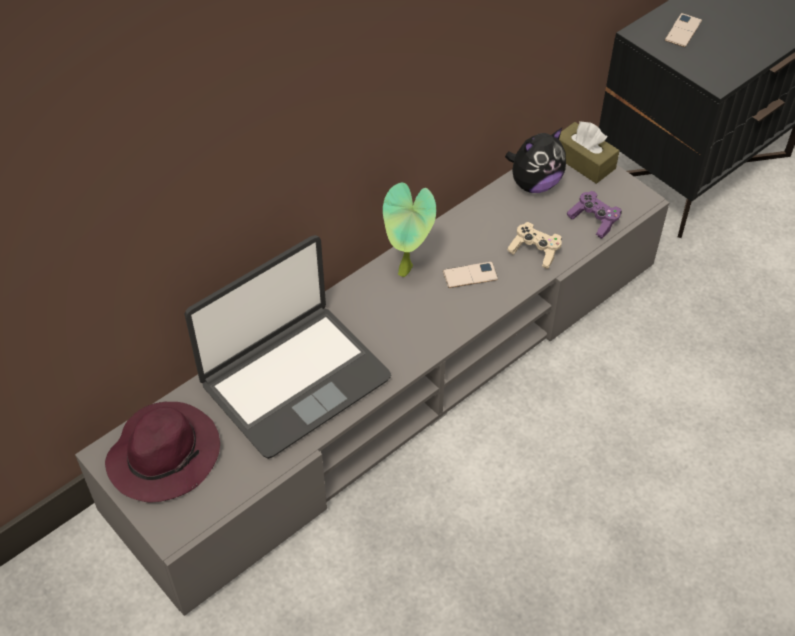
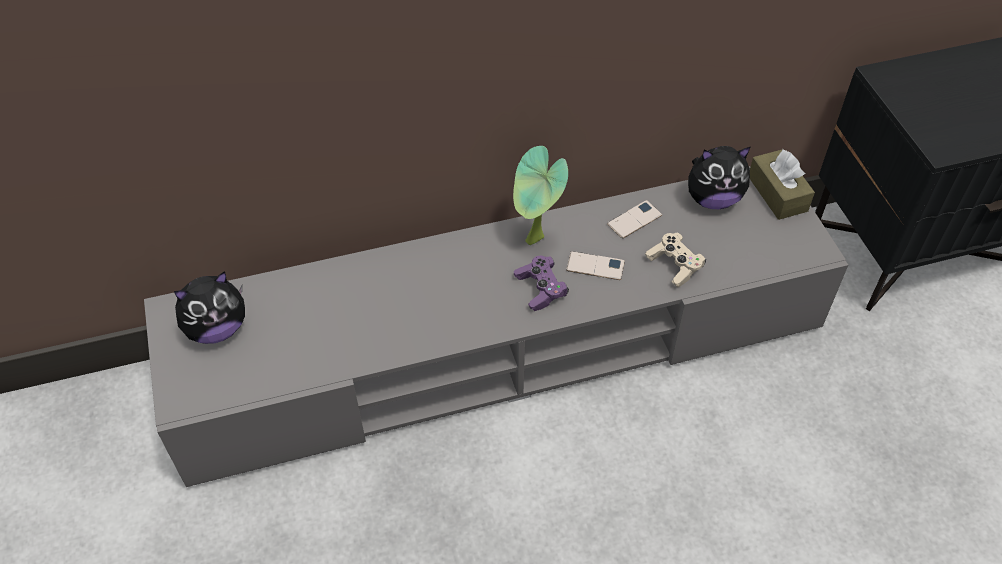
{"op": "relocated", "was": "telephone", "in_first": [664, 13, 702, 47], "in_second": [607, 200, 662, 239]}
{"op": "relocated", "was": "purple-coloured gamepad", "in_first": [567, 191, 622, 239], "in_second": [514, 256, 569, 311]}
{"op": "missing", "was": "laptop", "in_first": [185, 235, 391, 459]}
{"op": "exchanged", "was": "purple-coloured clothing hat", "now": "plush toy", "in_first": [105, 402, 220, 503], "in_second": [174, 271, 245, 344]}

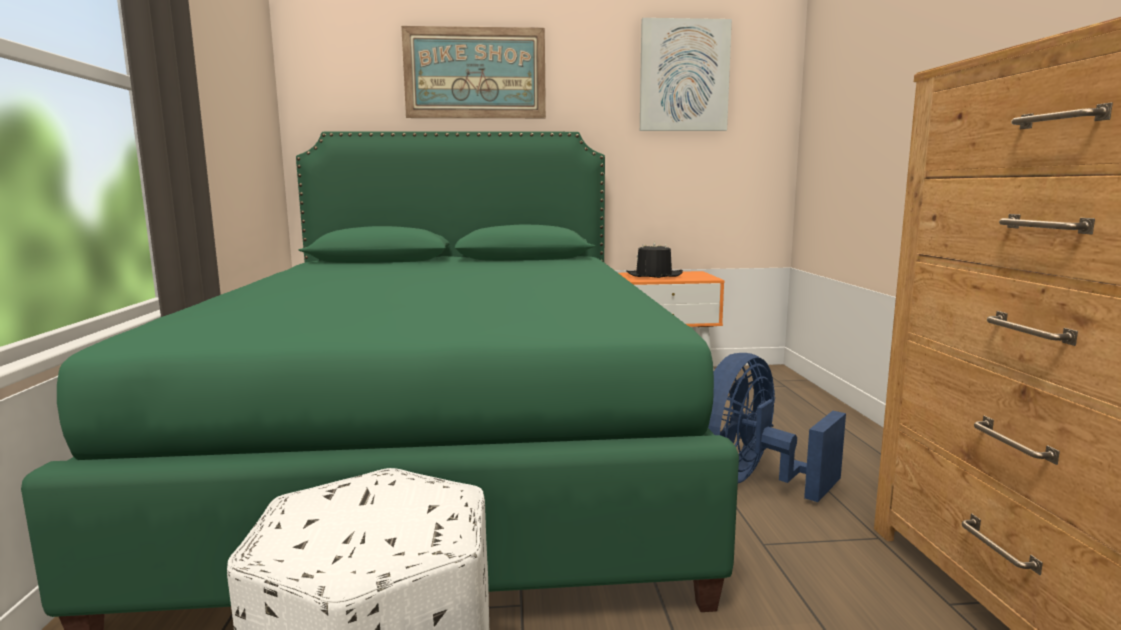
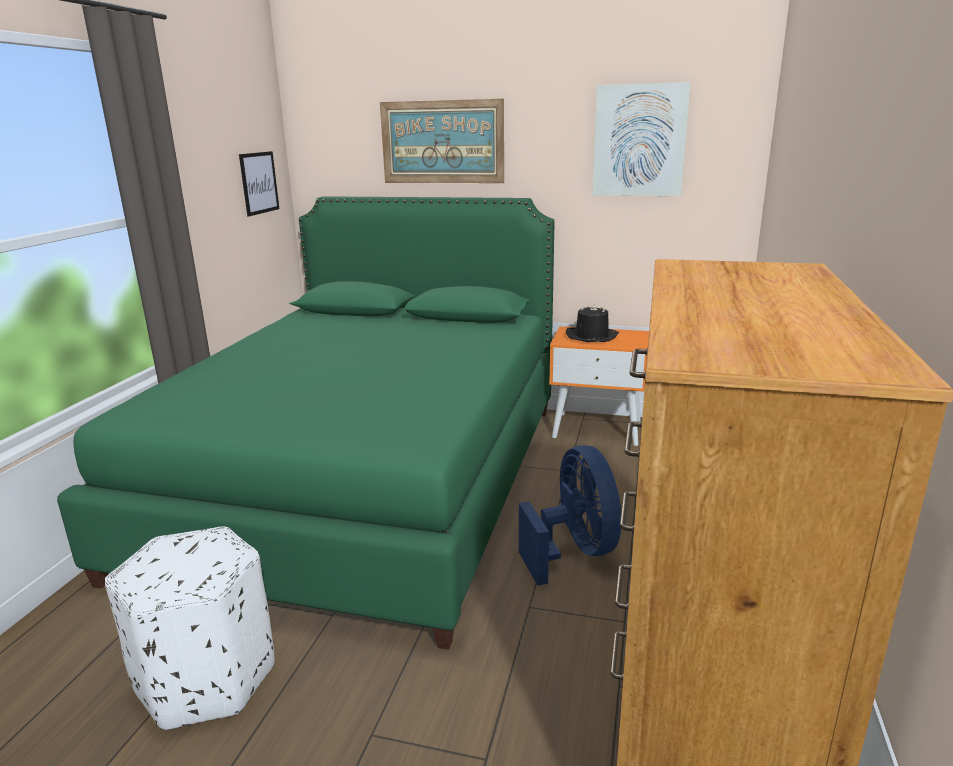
{"op": "spun", "was": "blue electric fan", "in_first": [708, 353, 846, 502], "in_second": [519, 445, 621, 586], "clockwise": 105}
{"op": "appeared", "now": "wall picture", "in_second": [239, 151, 279, 216]}

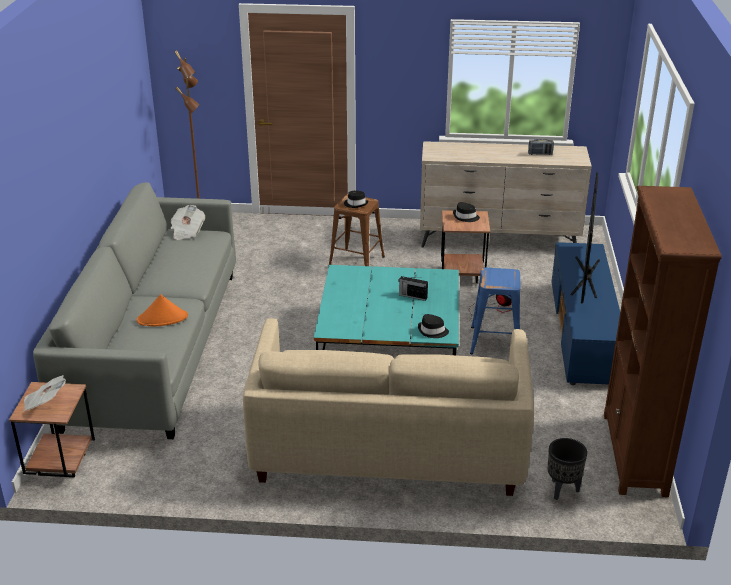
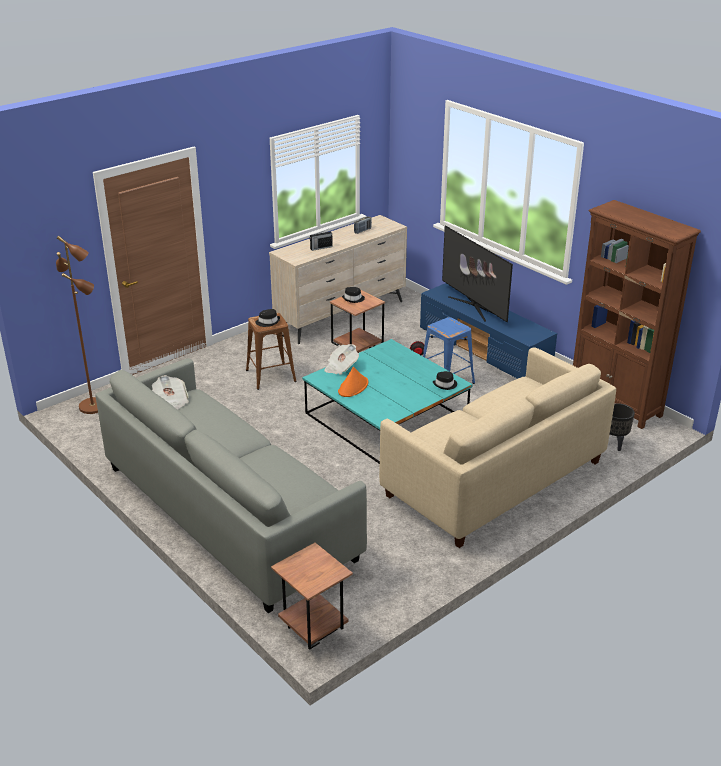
{"op": "relocated", "was": "radio", "in_first": [398, 276, 428, 301], "in_second": [310, 231, 333, 251]}
{"op": "relocated", "was": "orangey clothing hat", "in_first": [137, 294, 188, 326], "in_second": [338, 367, 368, 397]}
{"op": "relocated", "was": "daily paper", "in_first": [23, 375, 66, 412], "in_second": [324, 344, 359, 375]}

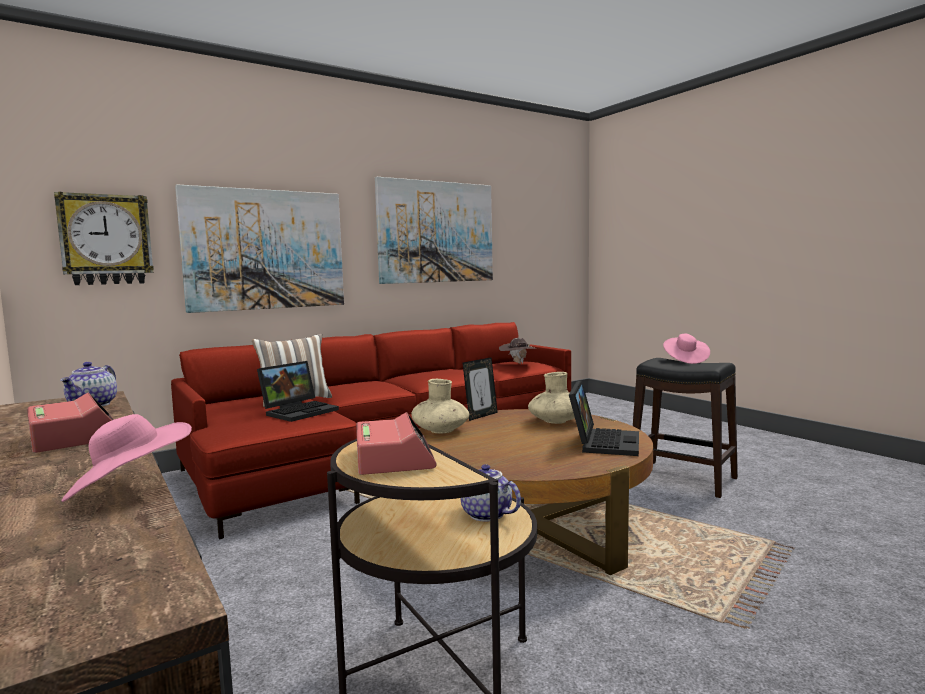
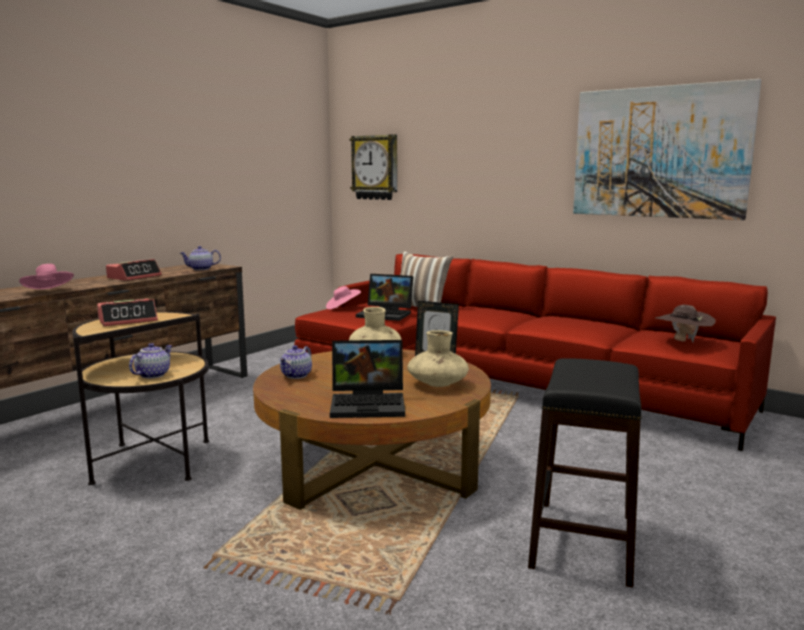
{"op": "missing", "was": "wall picture", "in_first": [175, 184, 344, 313]}
{"op": "relocated", "was": "pinkish clothing hat", "in_first": [663, 334, 710, 364], "in_second": [326, 286, 361, 309]}
{"op": "appeared", "now": "tea pot", "in_second": [279, 345, 312, 379]}

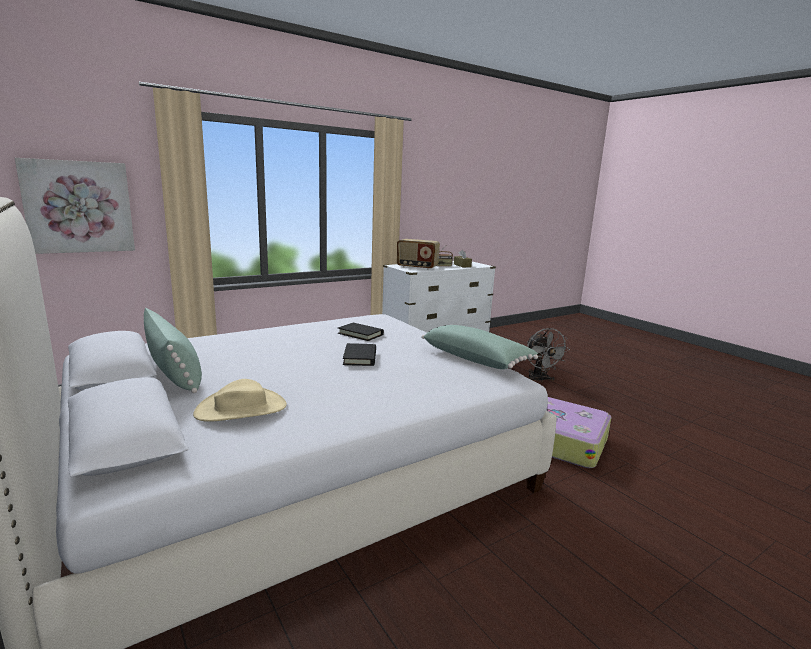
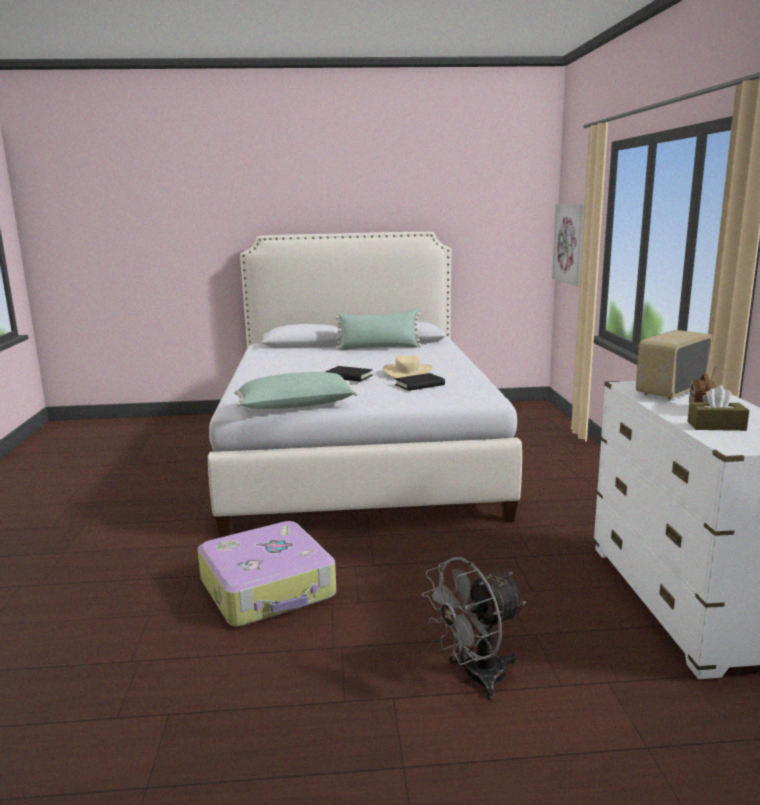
{"op": "spun", "was": "greyish electric fan", "in_first": [527, 328, 570, 382], "in_second": [422, 557, 526, 700], "clockwise": -45}
{"op": "relocated", "was": "beige-coloured clothing hat", "in_first": [193, 379, 287, 422], "in_second": [383, 355, 432, 378]}

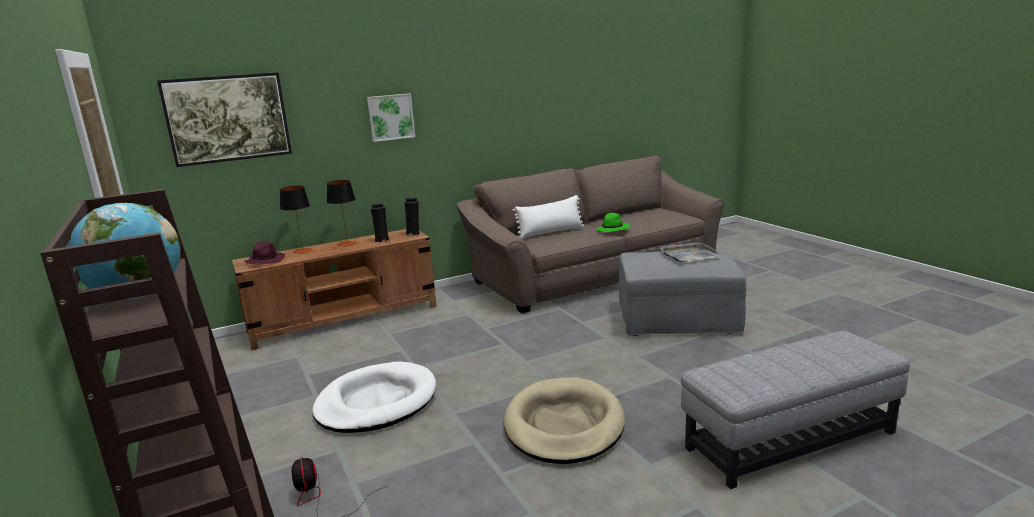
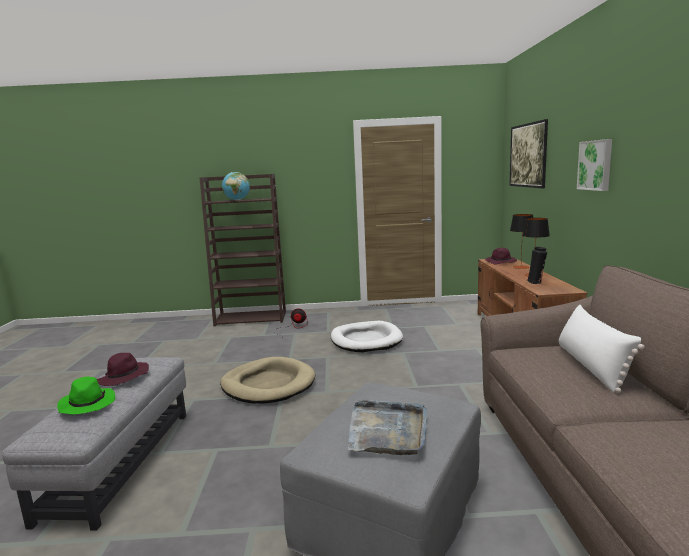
{"op": "missing", "was": "black-coloured flower vase", "in_first": [404, 198, 420, 235]}
{"op": "relocated", "was": "green-coloured clothing hat", "in_first": [596, 213, 630, 232], "in_second": [57, 376, 115, 414]}
{"op": "appeared", "now": "purple-coloured clothing hat", "in_second": [97, 353, 149, 386]}

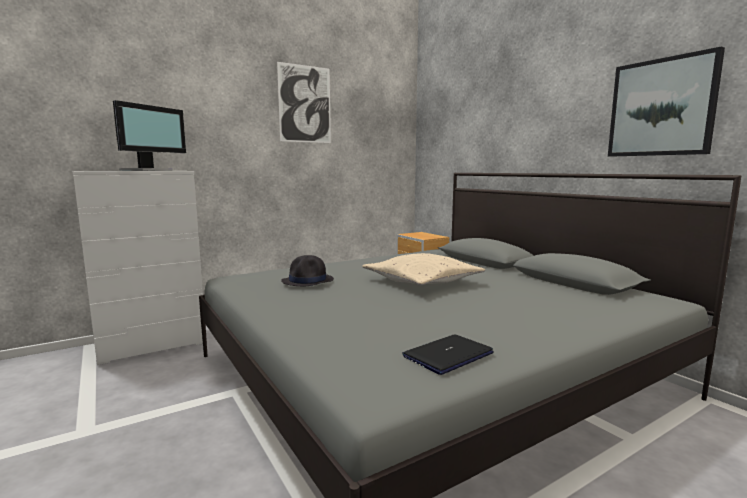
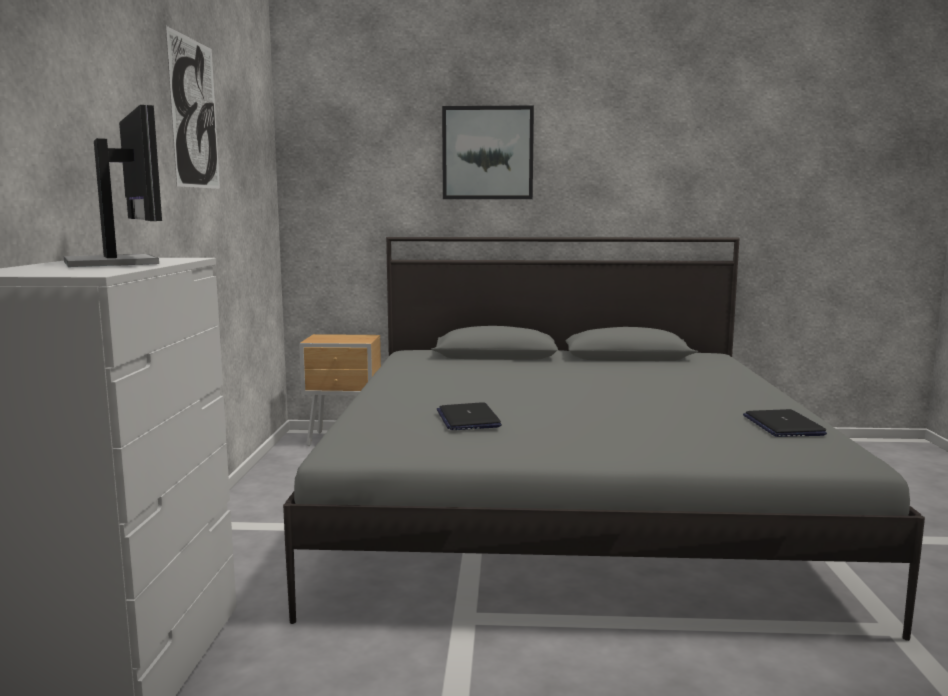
{"op": "relocated", "was": "wall picture", "in_first": [608, 46, 725, 157], "in_second": [442, 105, 534, 199]}
{"op": "missing", "was": "beige-coloured cushion", "in_first": [362, 253, 485, 285]}
{"op": "exchanged", "was": "black-coloured clothing hat", "now": "laptop", "in_first": [281, 255, 334, 286], "in_second": [437, 402, 502, 430]}

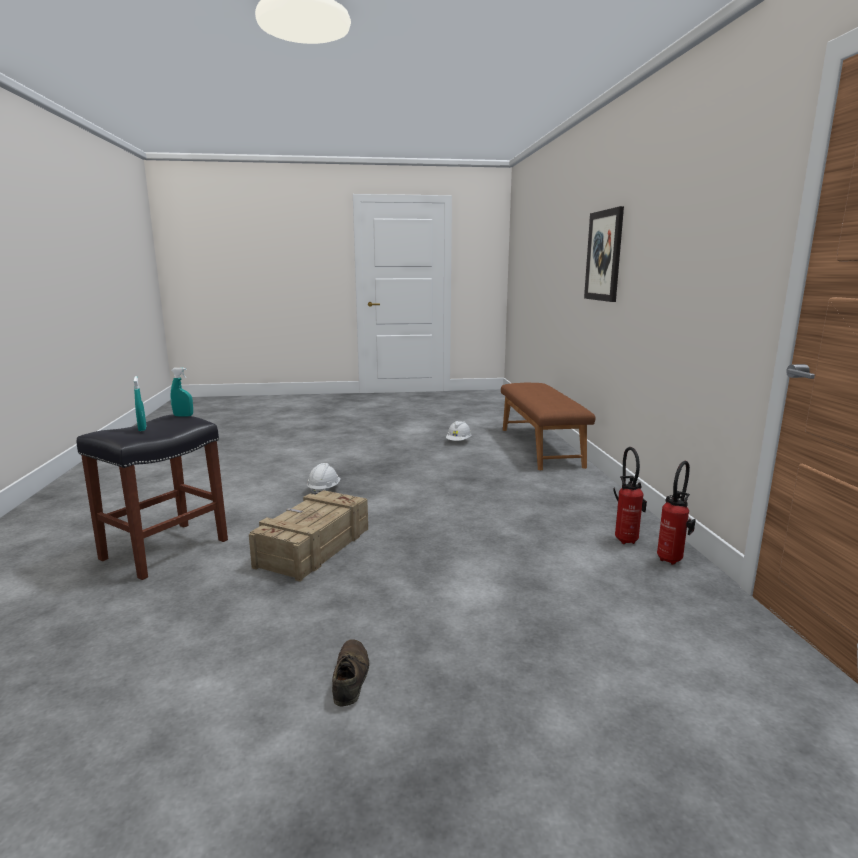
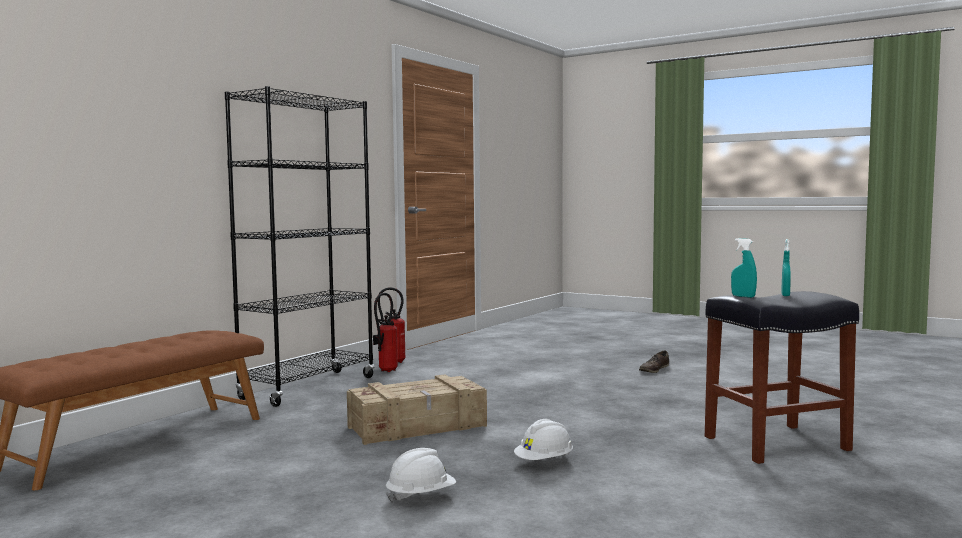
{"op": "missing", "was": "wall picture", "in_first": [584, 206, 624, 302]}
{"op": "relocated", "was": "whitish hard hat", "in_first": [446, 421, 472, 441], "in_second": [386, 448, 456, 503]}
{"op": "relocated", "was": "crate", "in_first": [249, 490, 368, 582], "in_second": [347, 375, 487, 445]}
{"op": "appeared", "now": "black-coloured bookcase", "in_second": [225, 86, 374, 407]}

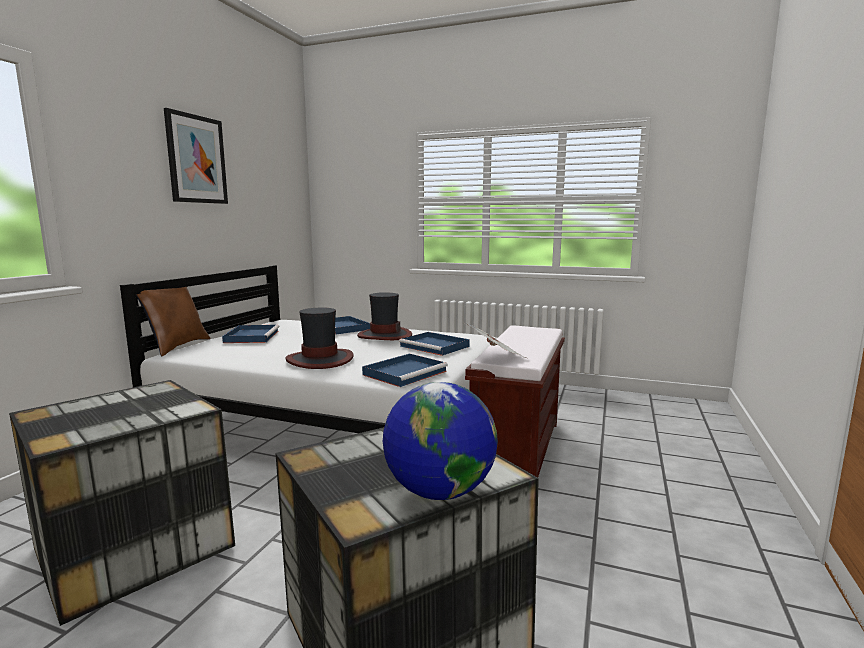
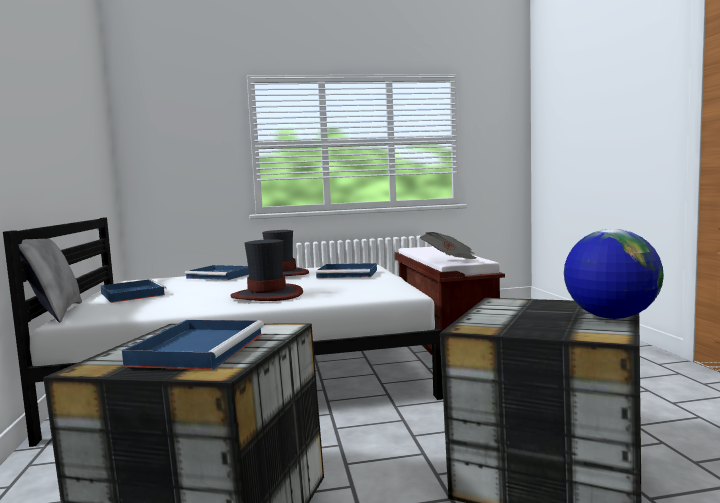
{"op": "missing", "was": "wall picture", "in_first": [164, 108, 228, 204]}
{"op": "colour", "was": "brownish cushion", "now": "greyish cushion", "in_first": [135, 287, 210, 356], "in_second": [19, 238, 82, 322]}
{"op": "relocated", "was": "blue tray", "in_first": [362, 353, 448, 387], "in_second": [122, 320, 264, 370]}

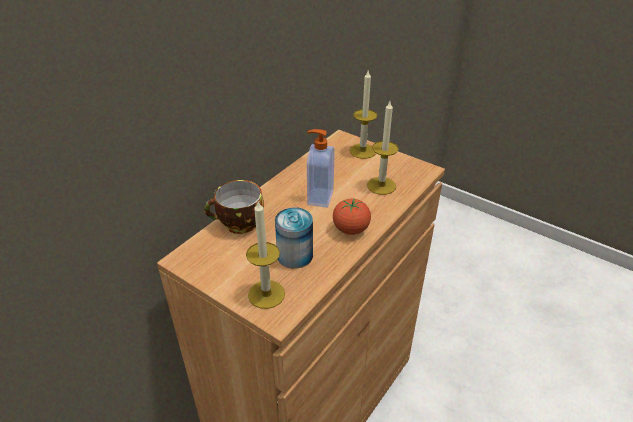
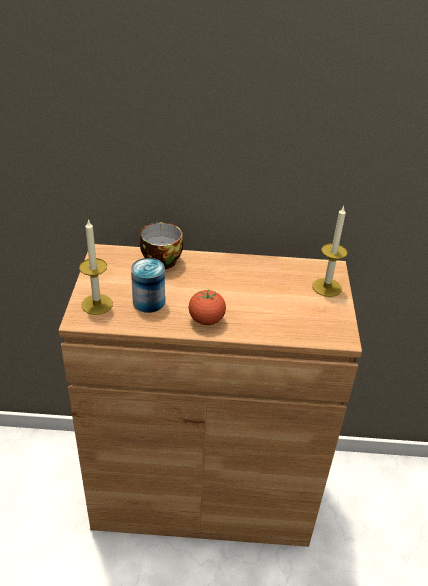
{"op": "missing", "was": "wax light", "in_first": [367, 101, 398, 195]}
{"op": "missing", "was": "liquid soap bottle", "in_first": [307, 129, 335, 208]}

